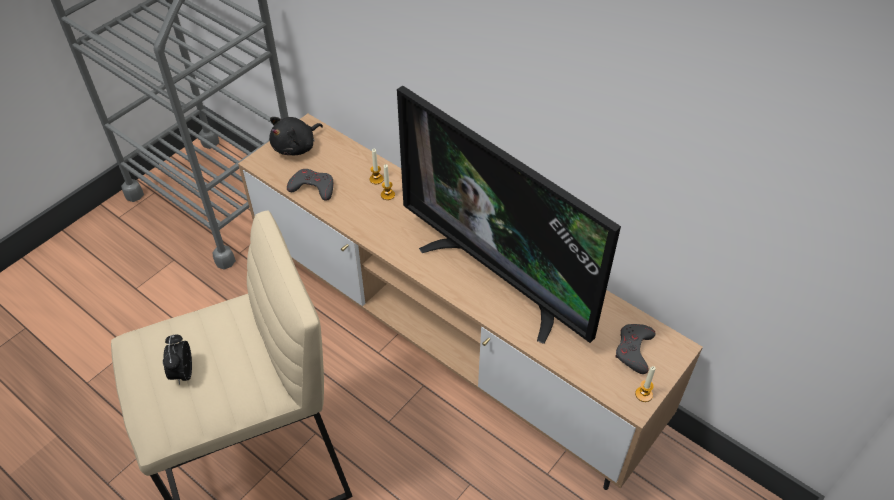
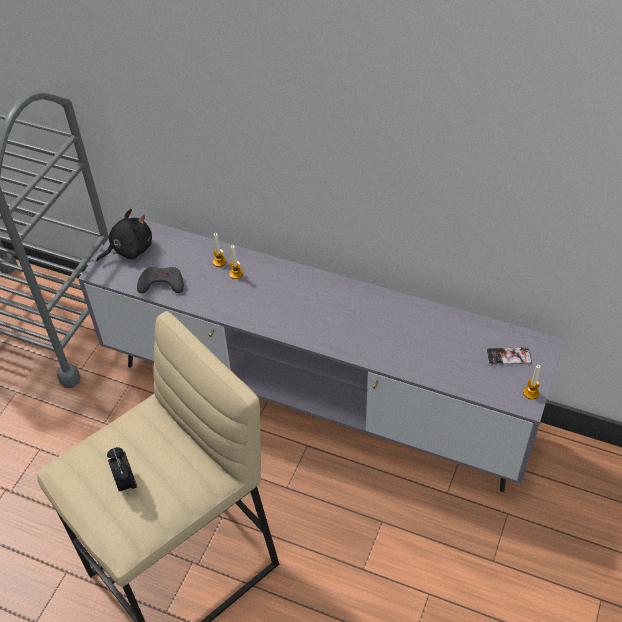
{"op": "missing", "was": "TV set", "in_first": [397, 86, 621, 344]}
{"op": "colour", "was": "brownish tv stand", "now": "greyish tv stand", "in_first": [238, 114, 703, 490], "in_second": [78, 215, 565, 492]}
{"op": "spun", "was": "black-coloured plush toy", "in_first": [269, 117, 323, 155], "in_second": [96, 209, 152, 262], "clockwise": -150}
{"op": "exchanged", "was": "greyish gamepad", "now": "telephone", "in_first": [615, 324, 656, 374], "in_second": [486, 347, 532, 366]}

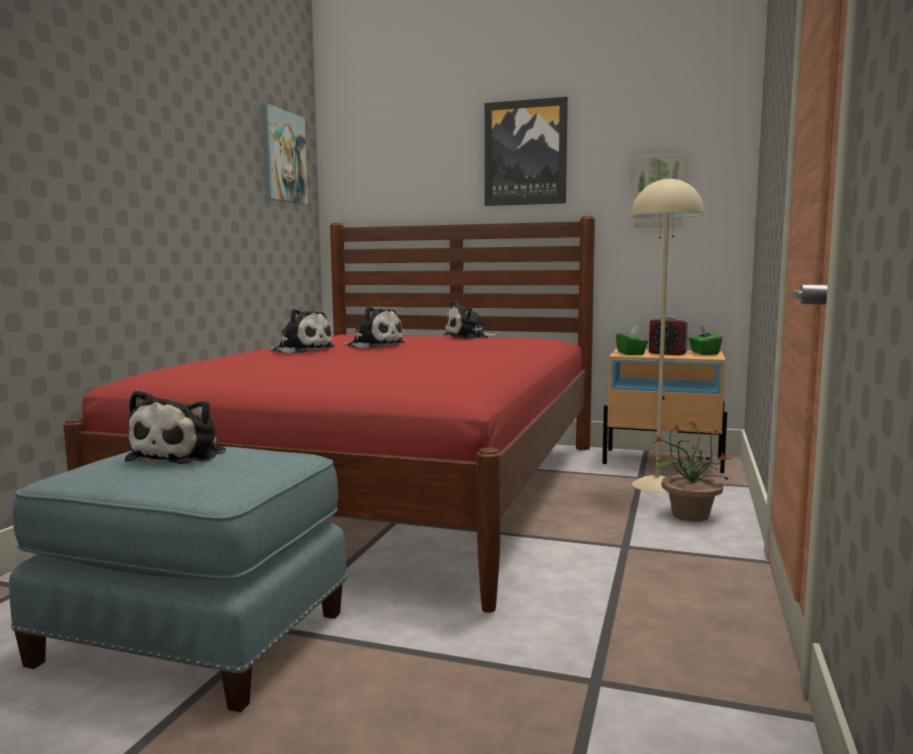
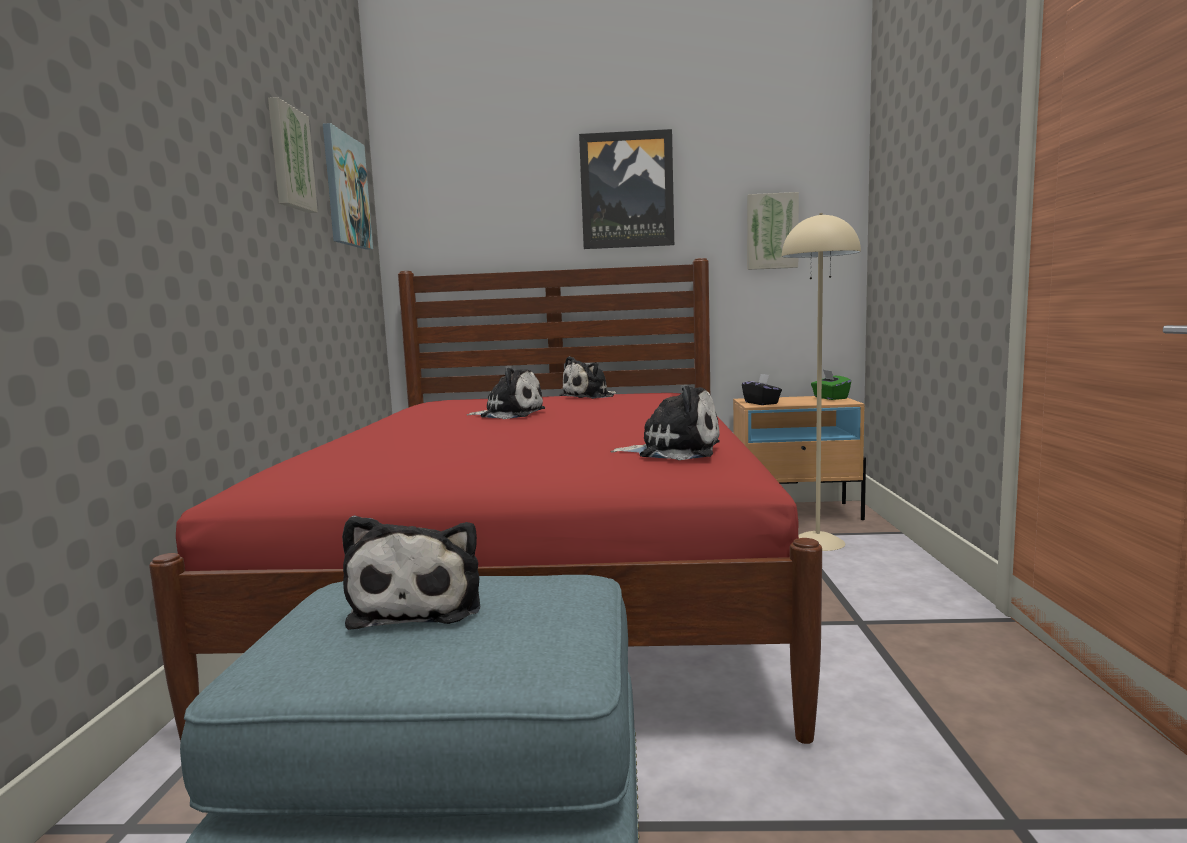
{"op": "relocated", "was": "plush toy", "in_first": [269, 309, 335, 353], "in_second": [611, 386, 720, 460]}
{"op": "missing", "was": "table clock", "in_first": [649, 316, 688, 355]}
{"op": "colour", "was": "green-coloured box of tissues", "now": "black-coloured box of tissues", "in_first": [616, 326, 648, 355], "in_second": [742, 374, 782, 405]}
{"op": "missing", "was": "potted plant", "in_first": [652, 421, 733, 522]}
{"op": "appeared", "now": "wall picture", "in_second": [268, 97, 318, 213]}

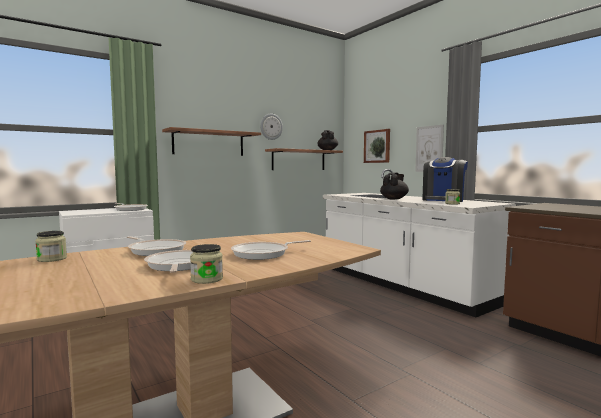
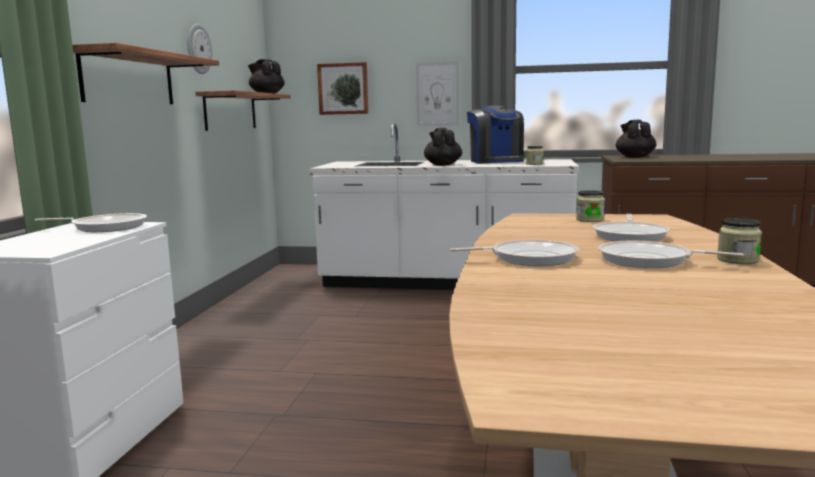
{"op": "relocated", "was": "preserve jar", "in_first": [35, 231, 67, 262], "in_second": [576, 190, 605, 222]}
{"op": "appeared", "now": "black-coloured tea pot", "in_second": [616, 120, 657, 158]}

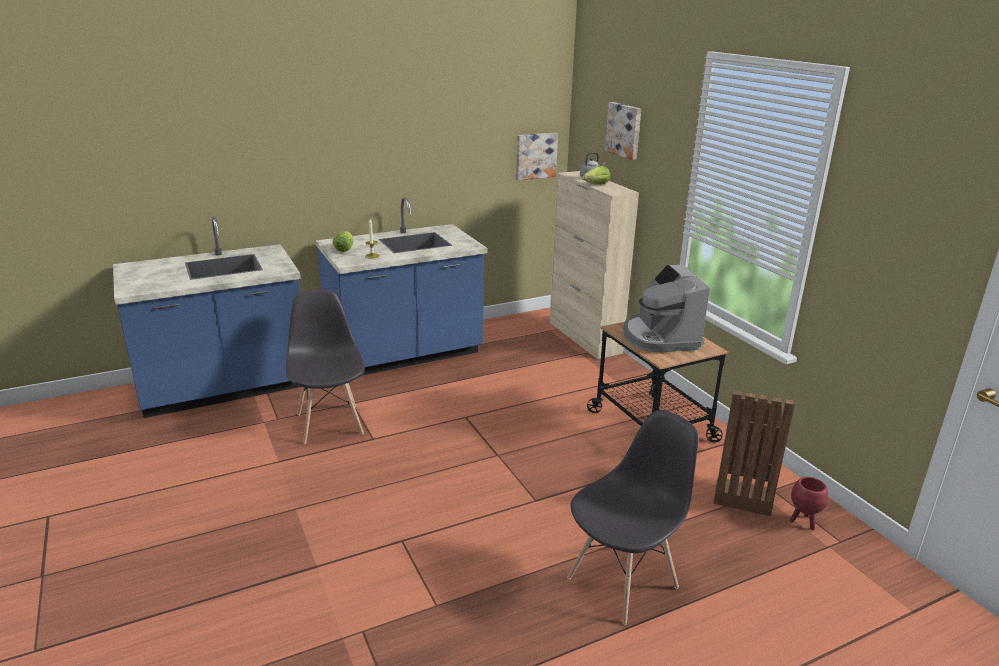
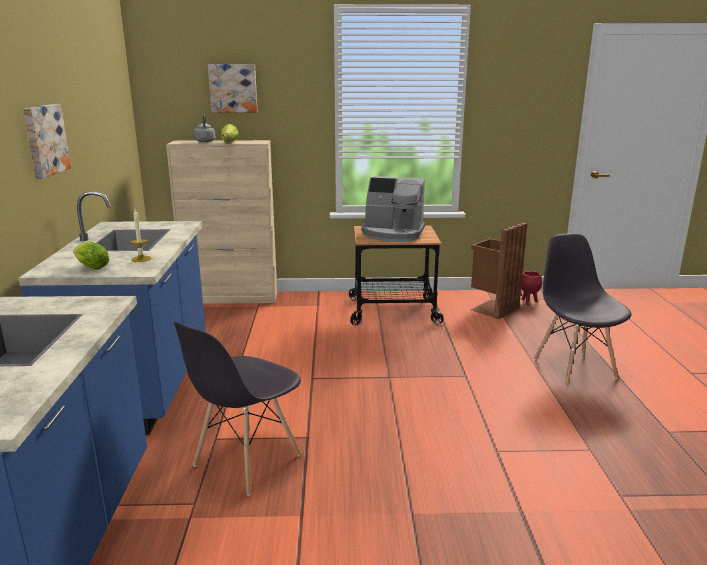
{"op": "relocated", "was": "wall picture", "in_first": [516, 133, 558, 181], "in_second": [23, 104, 71, 179]}
{"op": "spun", "was": "greyish plain chair", "in_first": [286, 289, 365, 444], "in_second": [174, 322, 301, 496], "clockwise": -60}

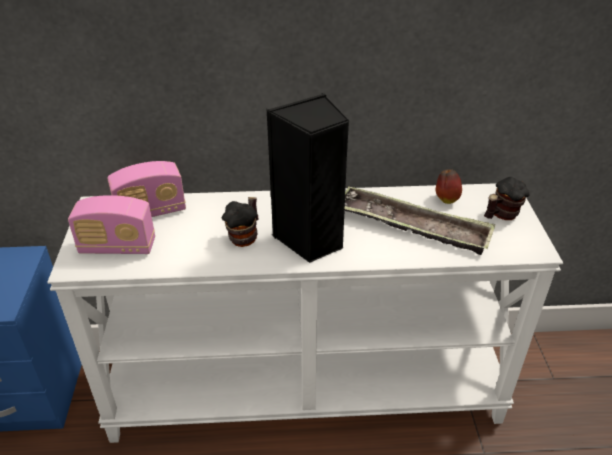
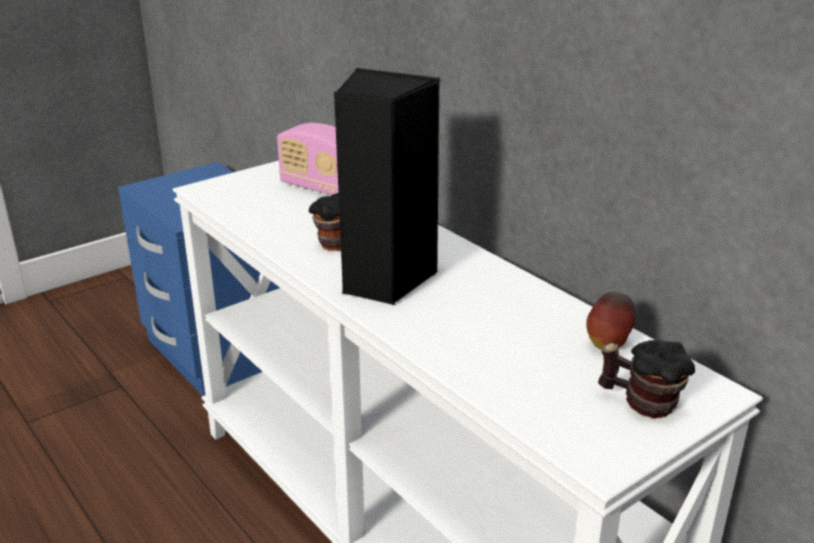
{"op": "missing", "was": "tray", "in_first": [344, 186, 495, 255]}
{"op": "missing", "was": "radio", "in_first": [68, 195, 155, 254]}

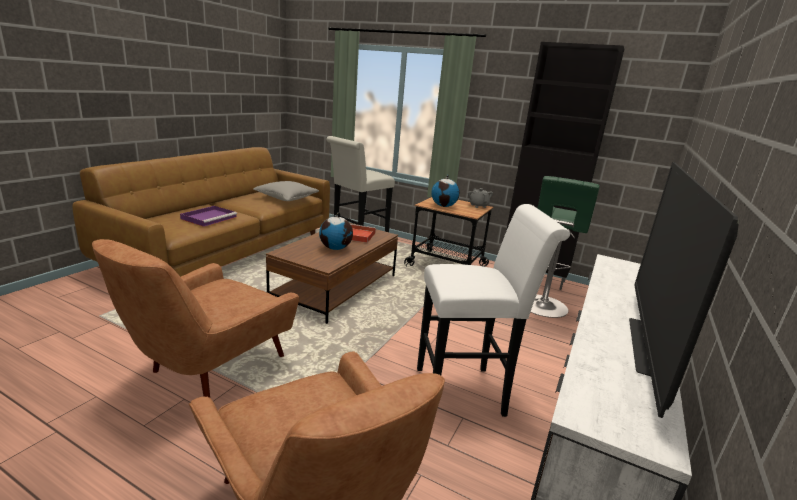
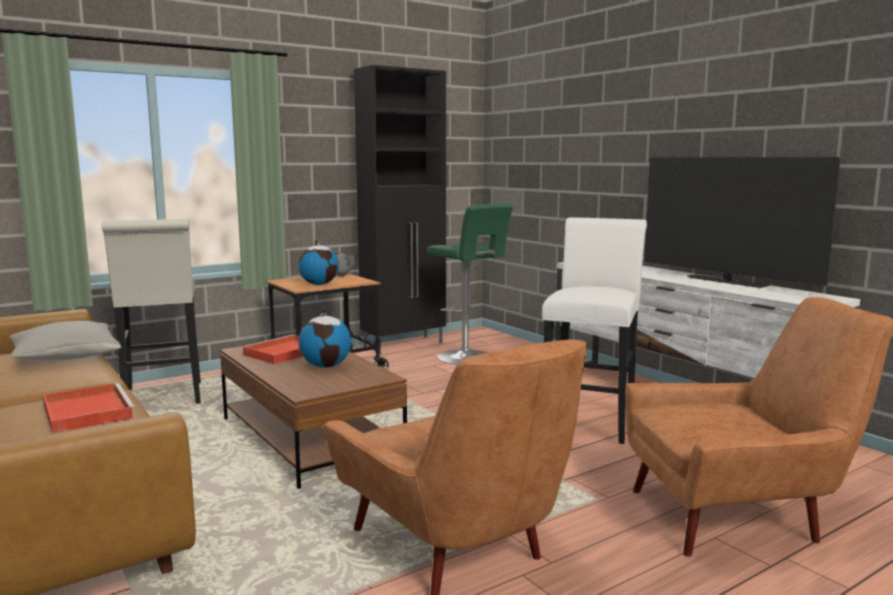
{"op": "colour", "was": "purple-coloured tray", "now": "red-coloured tray", "in_first": [180, 206, 237, 227], "in_second": [43, 383, 136, 434]}

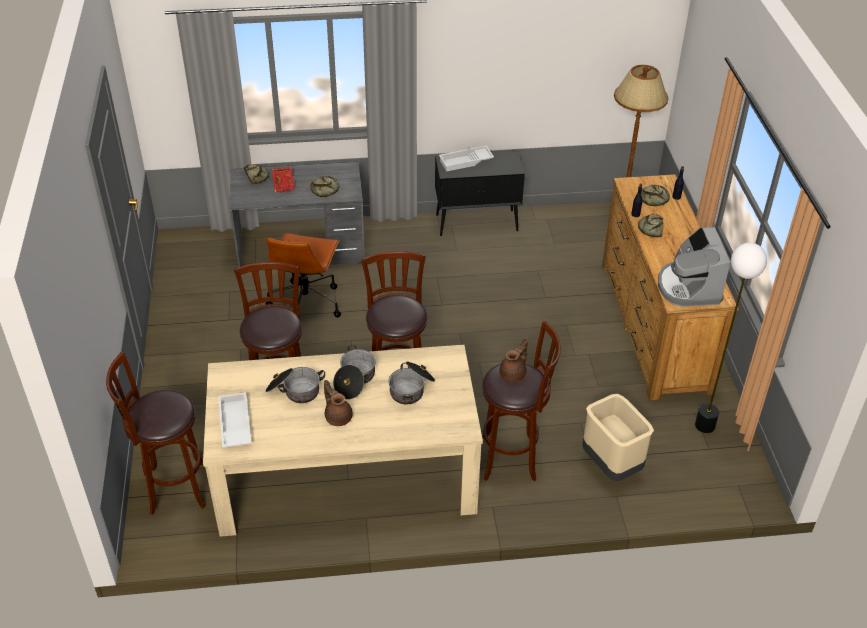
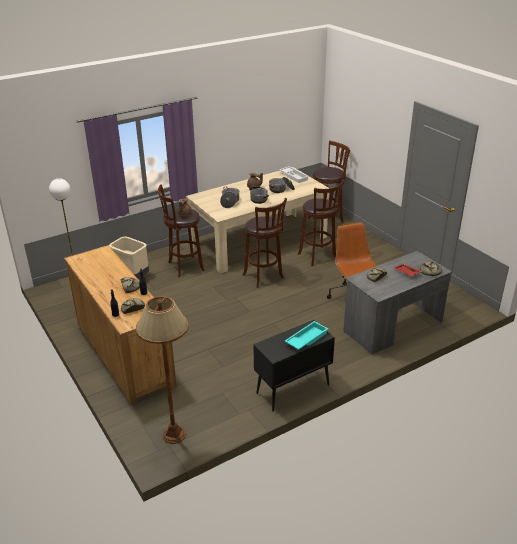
{"op": "colour", "was": "whitish tray", "now": "turquoise tray", "in_first": [439, 146, 494, 172], "in_second": [285, 321, 328, 350]}
{"op": "missing", "was": "coffee maker", "in_first": [658, 227, 731, 307]}

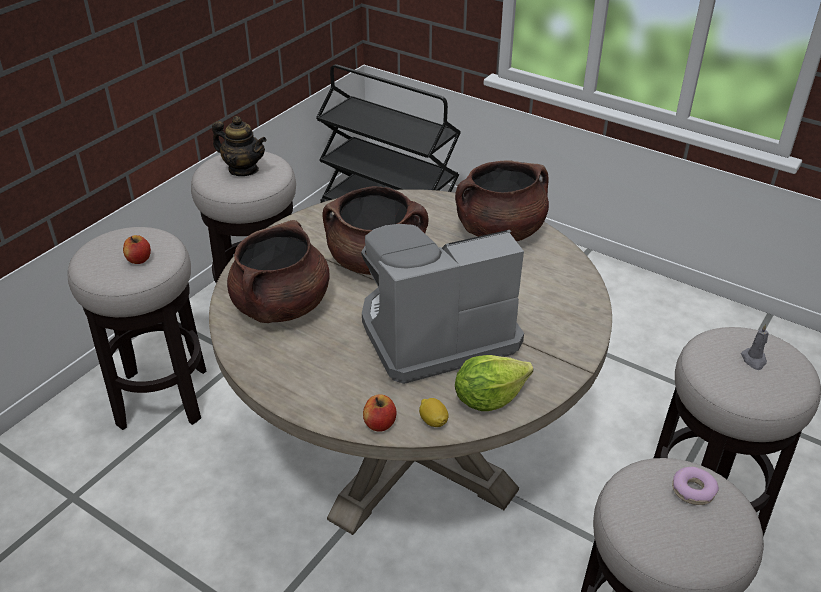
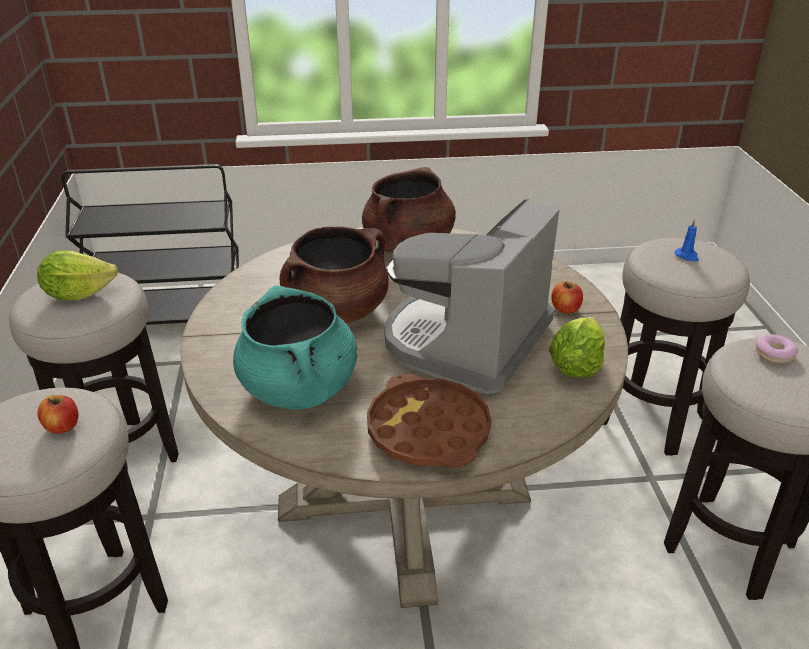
{"op": "exchanged", "was": "tea pot", "now": "lettuce", "in_first": [212, 116, 267, 176], "in_second": [37, 251, 118, 300]}
{"op": "colour", "was": "brownish cooking pot", "now": "turquoise cooking pot", "in_first": [227, 220, 330, 323], "in_second": [233, 286, 358, 410]}
{"op": "colour", "was": "greyish wax light", "now": "blue wax light", "in_first": [741, 324, 768, 370], "in_second": [674, 219, 699, 261]}
{"op": "relocated", "was": "apple", "in_first": [363, 394, 397, 431], "in_second": [551, 281, 583, 313]}
{"op": "missing", "was": "citrus fruit", "in_first": [419, 398, 449, 427]}
{"op": "appeared", "now": "brownish tray", "in_second": [367, 374, 492, 468]}

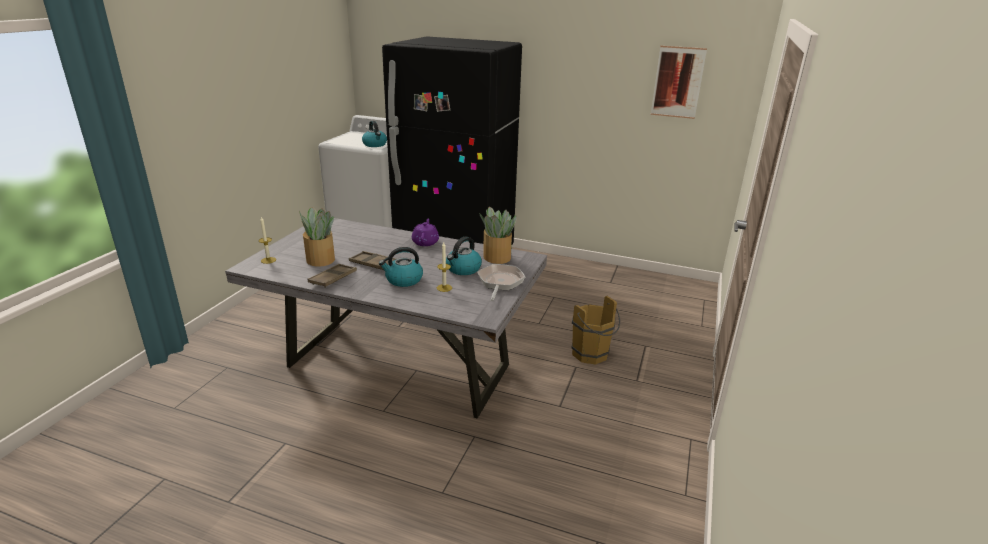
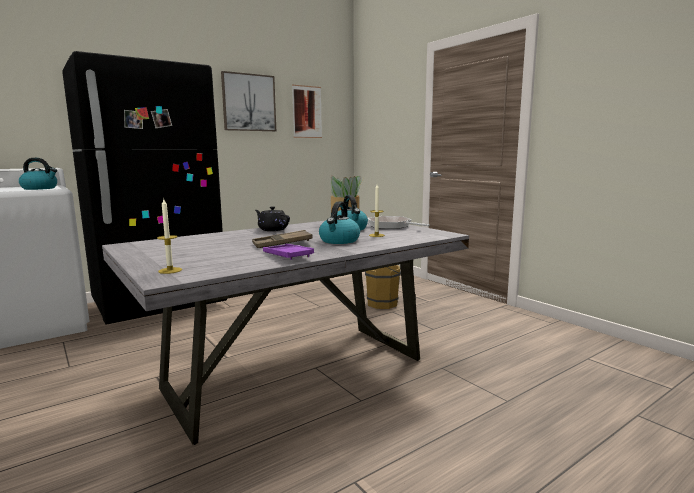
{"op": "missing", "was": "potted plant", "in_first": [299, 207, 335, 267]}
{"op": "colour", "was": "purple-coloured tea pot", "now": "black-coloured tea pot", "in_first": [412, 218, 439, 246], "in_second": [255, 206, 290, 231]}
{"op": "colour", "was": "brownish tray", "now": "purple-coloured tray", "in_first": [308, 264, 357, 288], "in_second": [263, 244, 314, 260]}
{"op": "appeared", "now": "wall picture", "in_second": [221, 71, 276, 131]}

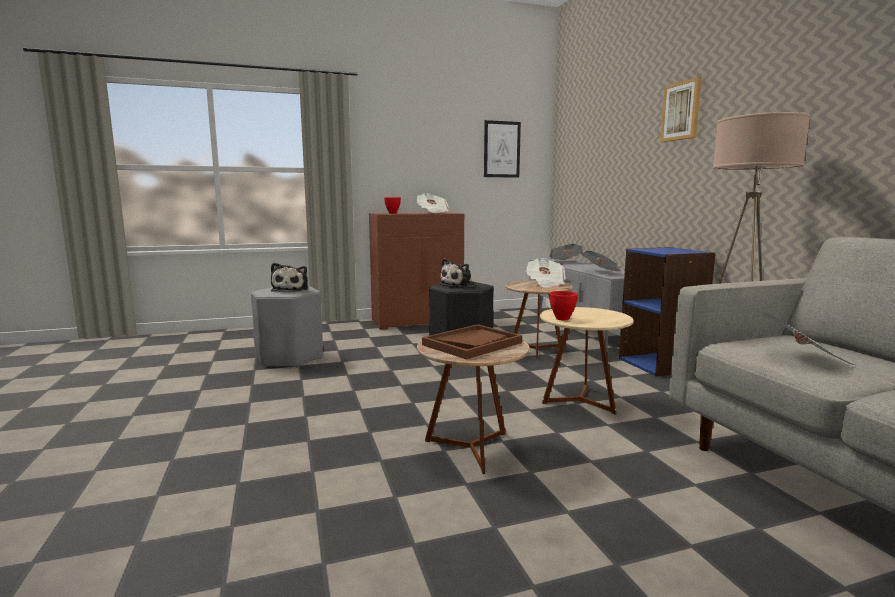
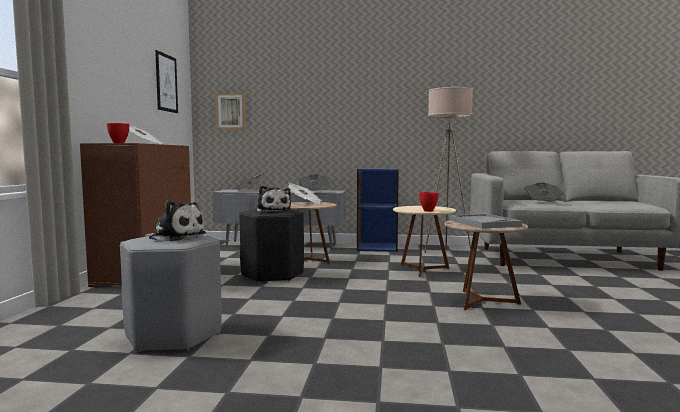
{"op": "relocated", "was": "wall picture", "in_first": [660, 77, 702, 142], "in_second": [216, 93, 246, 130]}
{"op": "colour", "was": "brownish tray", "now": "greyish tray", "in_first": [422, 324, 522, 359], "in_second": [450, 214, 522, 229]}

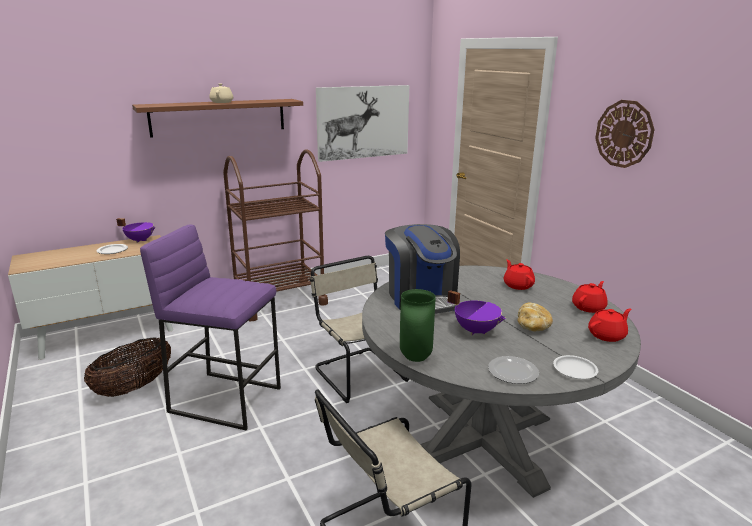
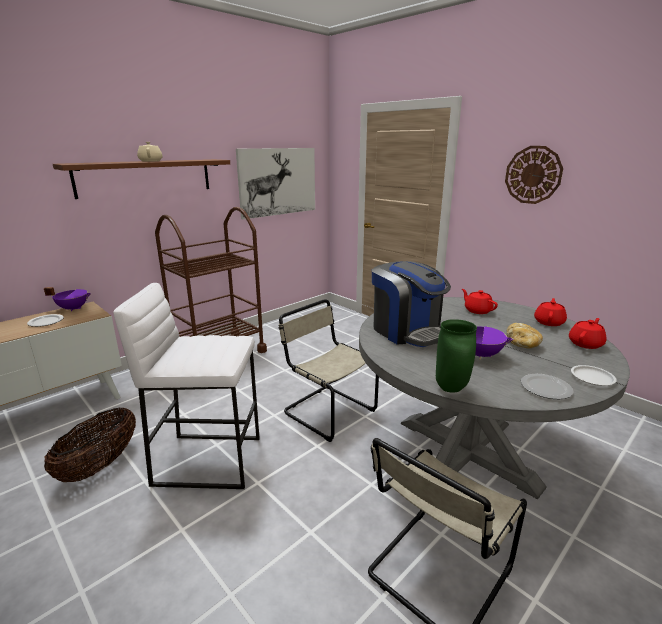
{"op": "colour", "was": "purple-coloured sitting stool", "now": "whitish sitting stool", "in_first": [140, 224, 281, 430], "in_second": [113, 283, 260, 489]}

